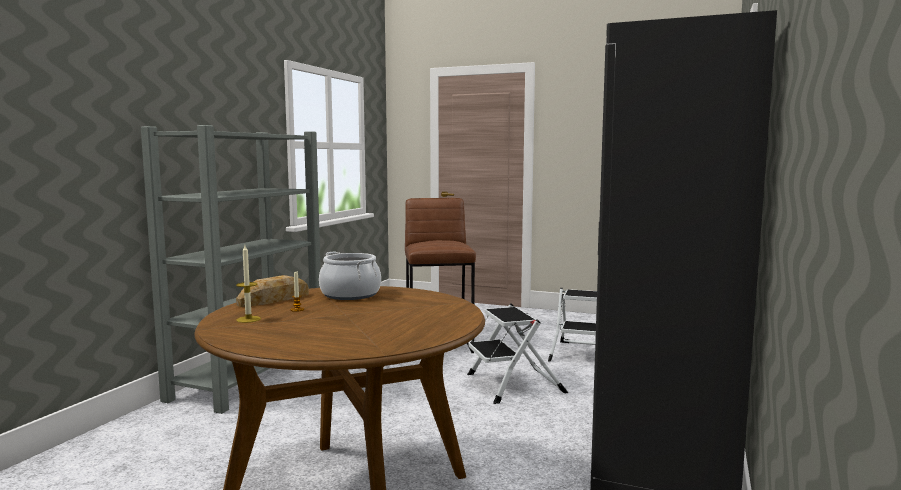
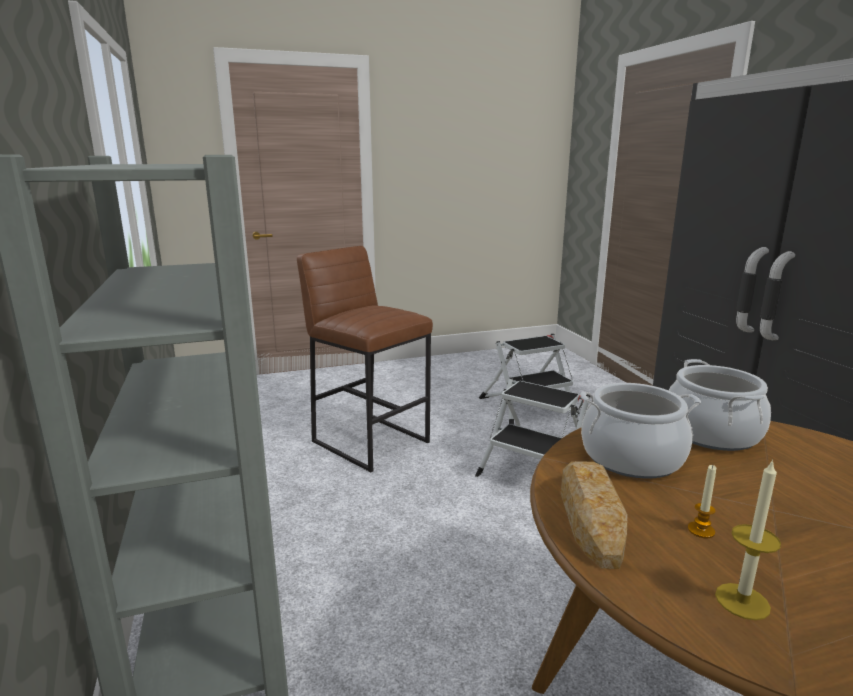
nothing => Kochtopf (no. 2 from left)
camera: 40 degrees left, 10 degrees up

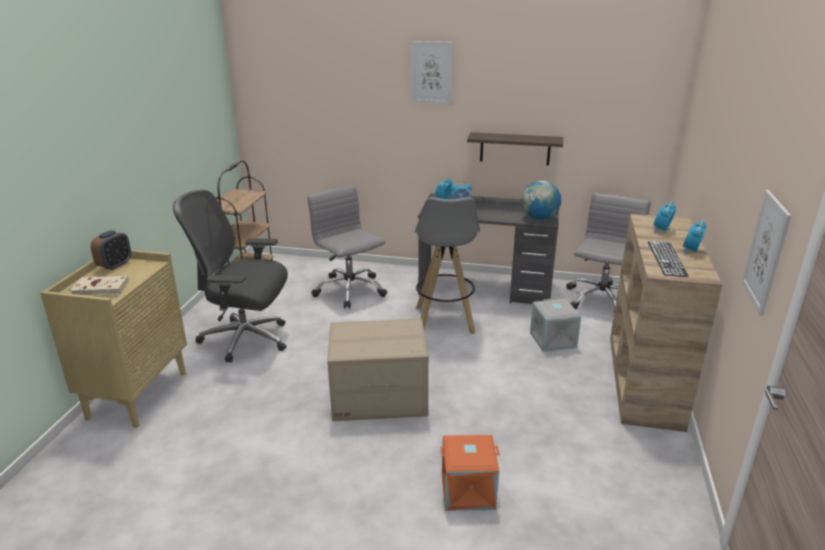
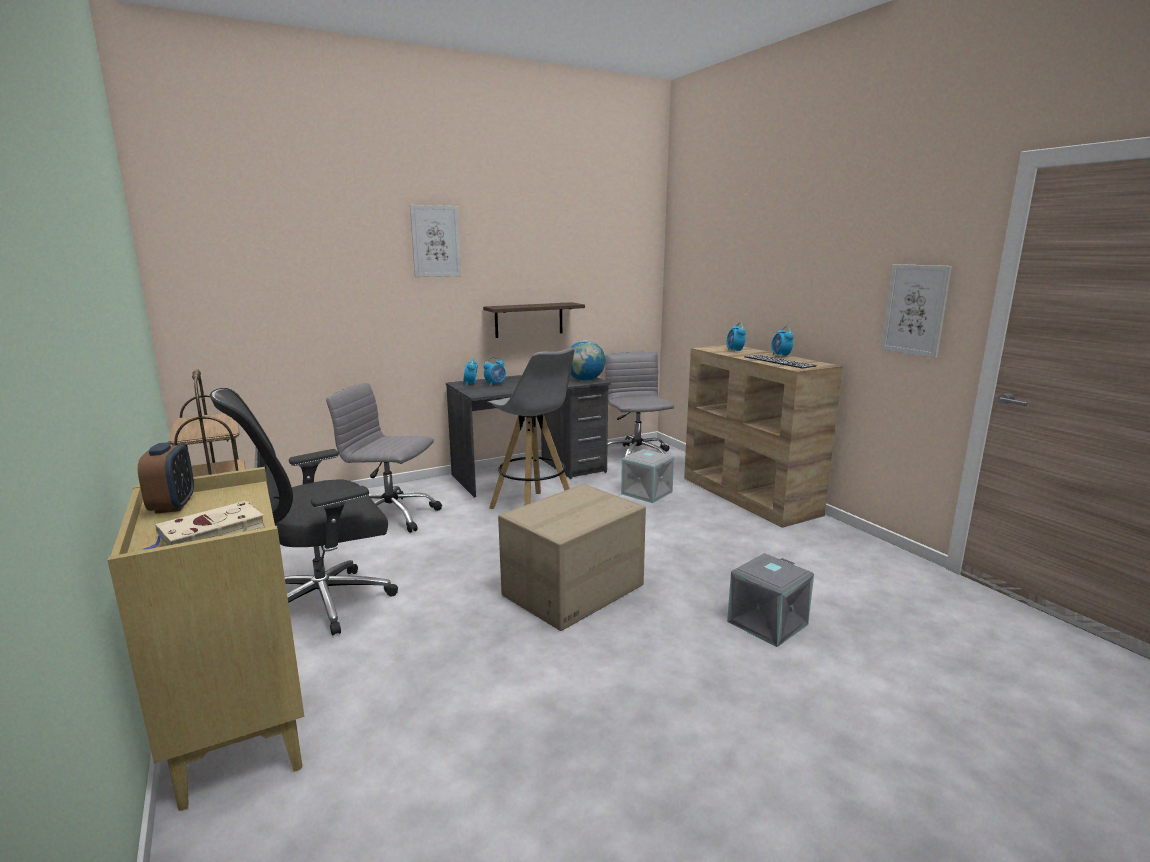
Aufbewahrungsbox/orange => Aufbewahrungsbox/grau (no. 2 from left)
camera: 40 degrees left, 10 degrees down

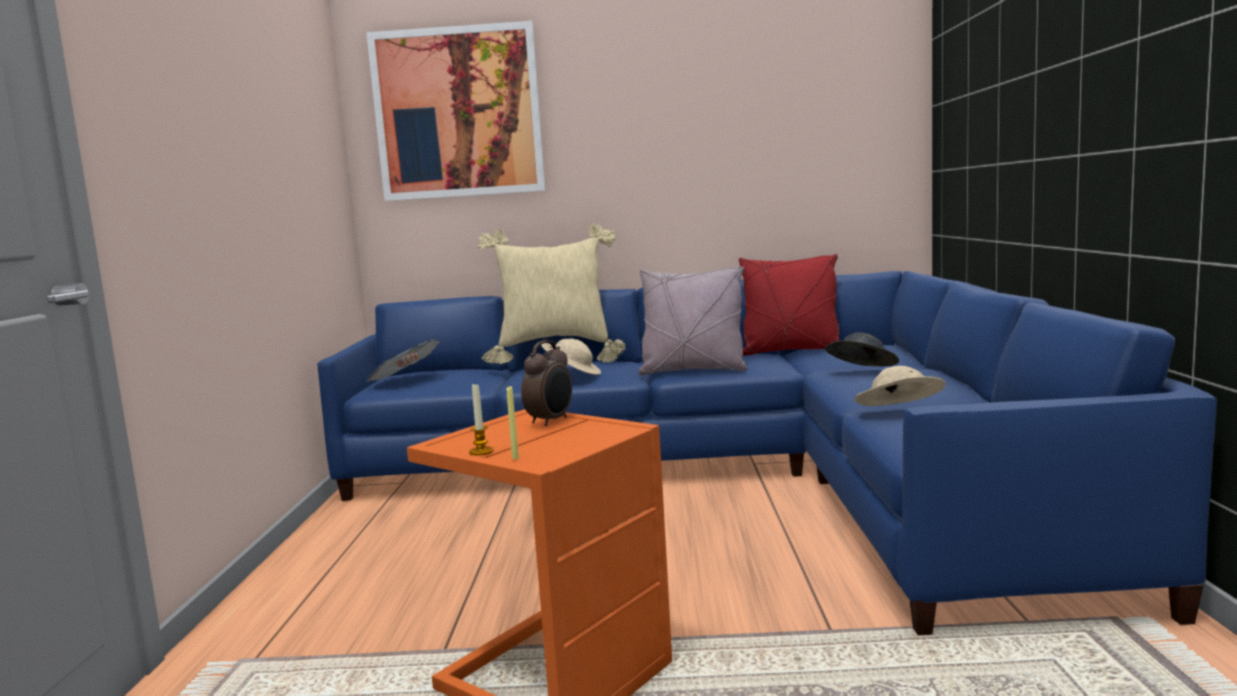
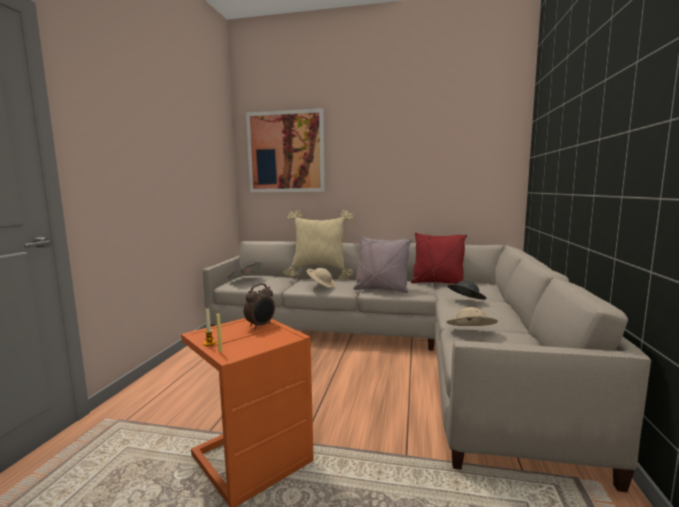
Sofa/blau => Sofa/beige
camera: 10 degrees right, 0 degrees up

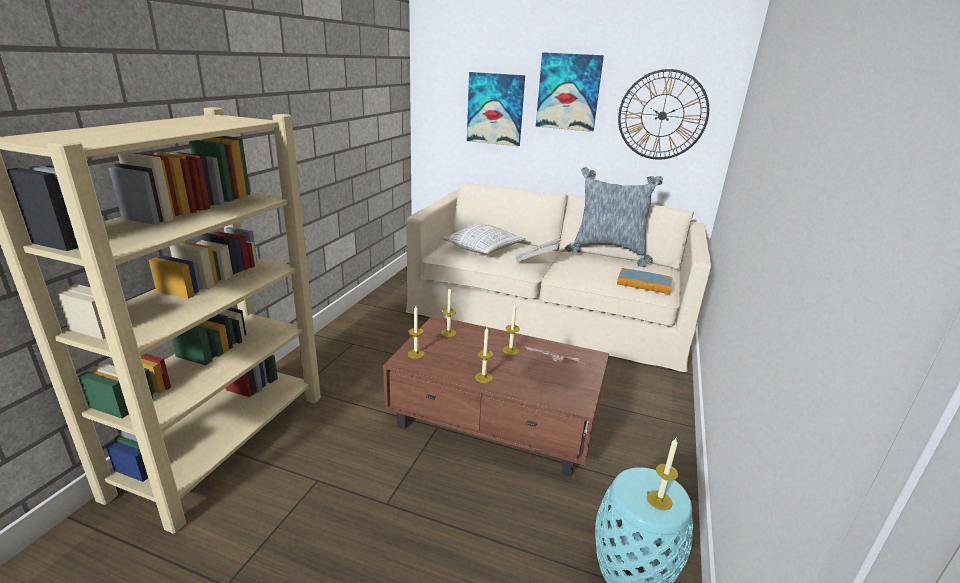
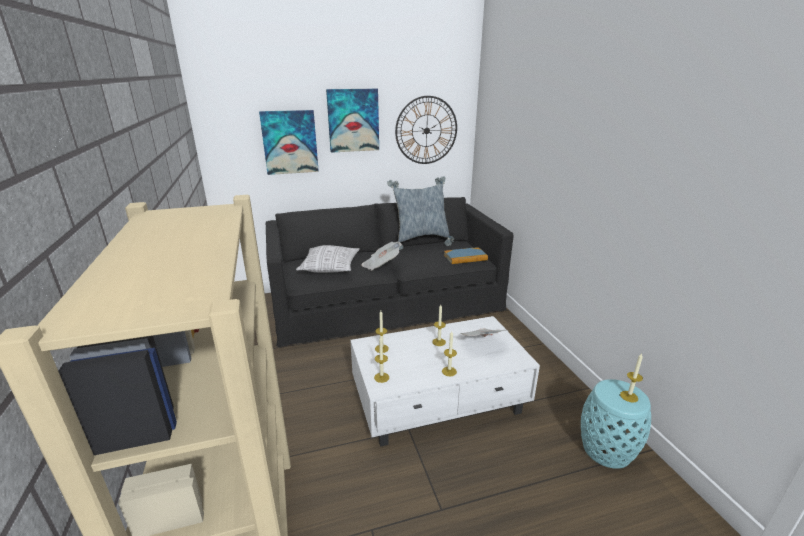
Sofa/beige => Sofa/schwarz
Couchtisch/braun => Couchtisch/weiß
camera: 35 degrees left, 0 degrees up

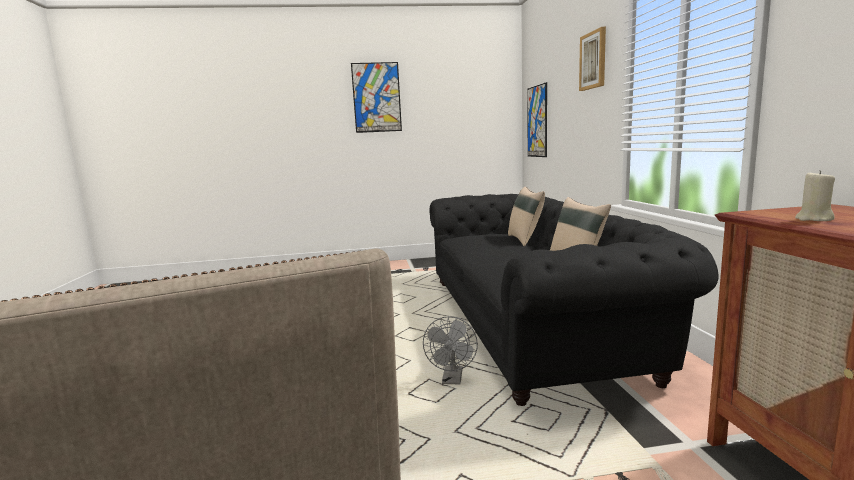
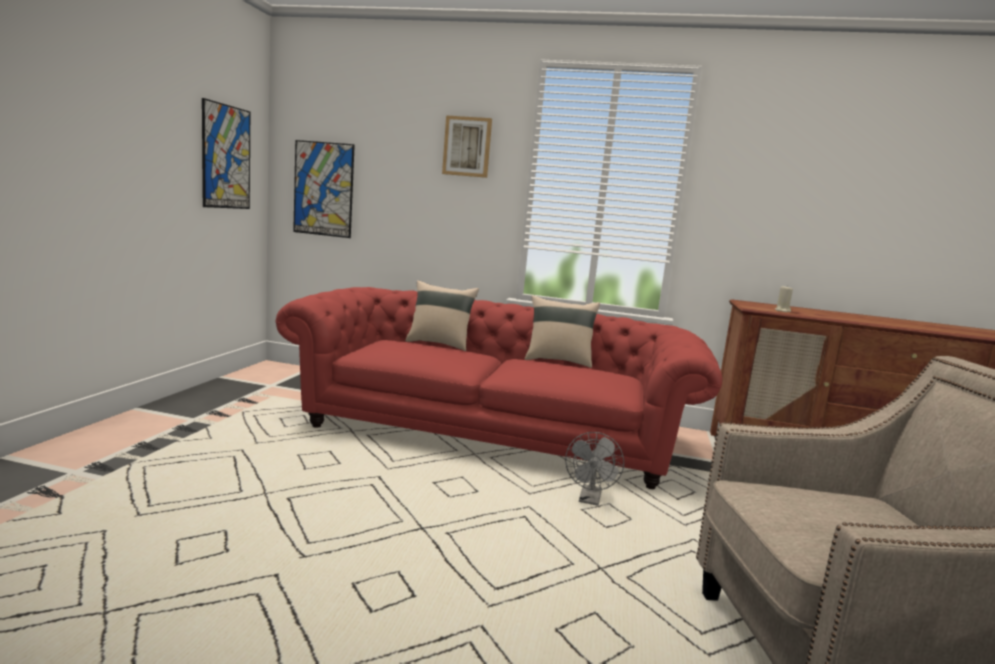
Bild (no. 1 from left), shifted
Sofa/schwarz => Sofa/rot
Ventilator/grau, 75 degrees clockwise
camera: 70 degrees left, 0 degrees up

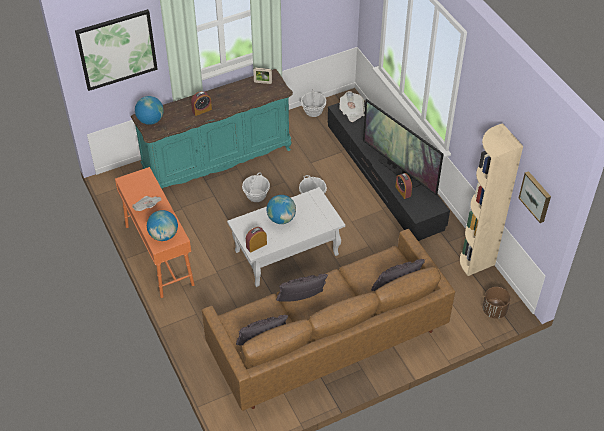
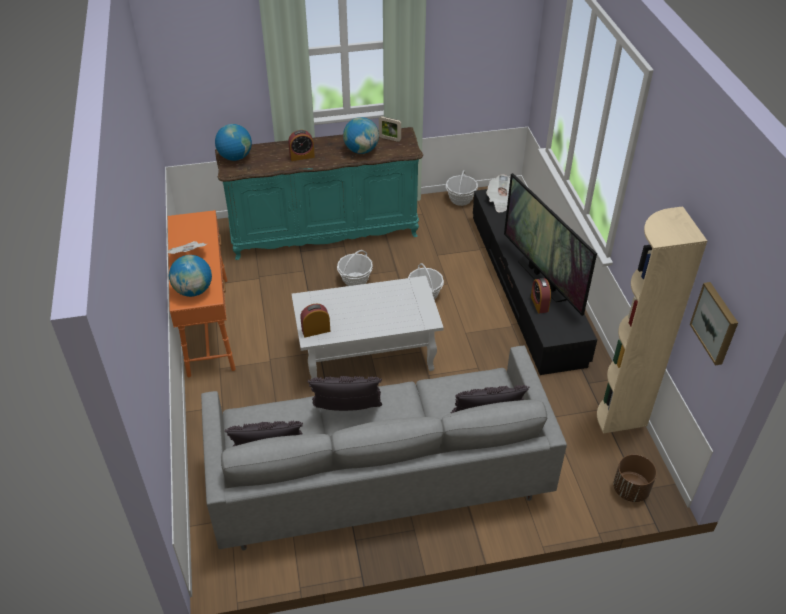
Sofa/braun => Sofa/grau
Globus (no. 3 from left), shifted
Bild (no. 1 from left) => nothing
camera: 15 degrees right, 5 degrees down

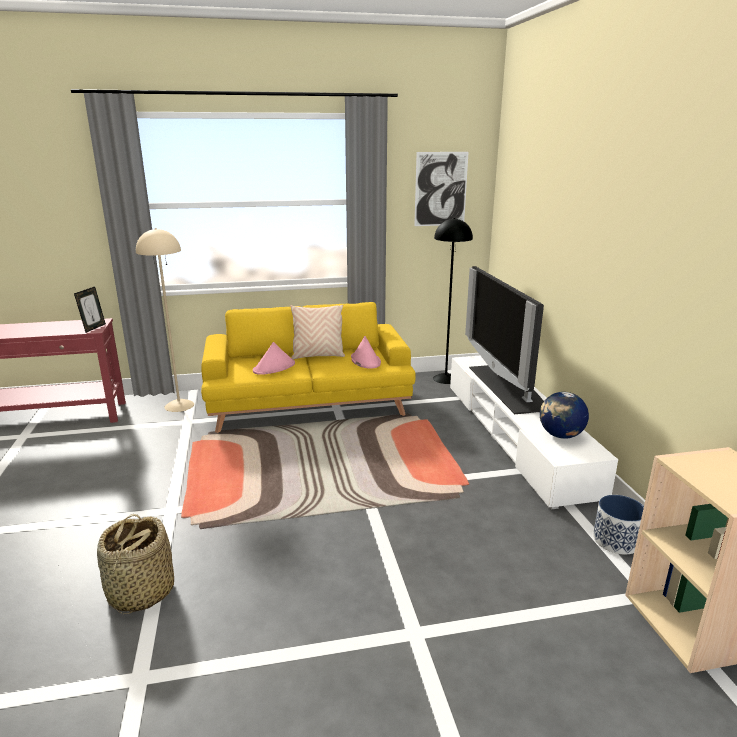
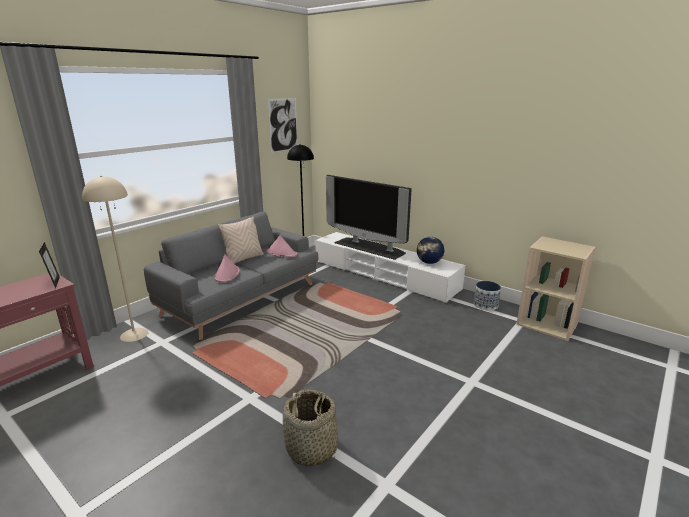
Sofa/gelb => Sofa/grau
camera: 40 degrees left, 0 degrees up

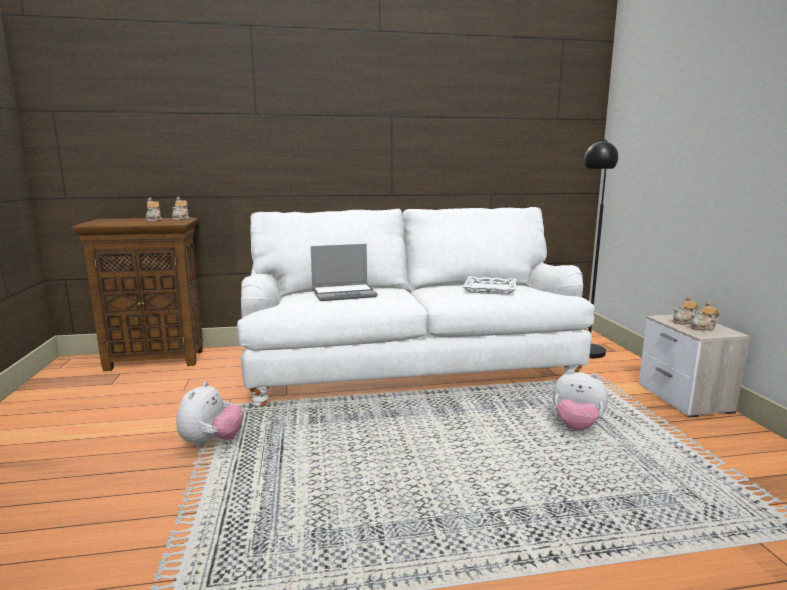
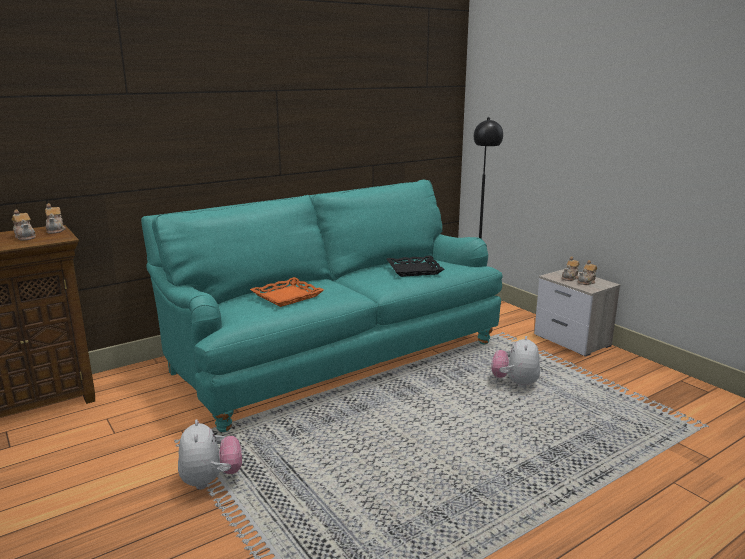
Sofa/weiß => Sofa/türkis
Laptop => Tablett/orange
Tablett/weiß => Tablett/schwarz
Plüschtier (no. 2 from left), 105 degrees clockwise
camera: 25 degrees left, 5 degrees up

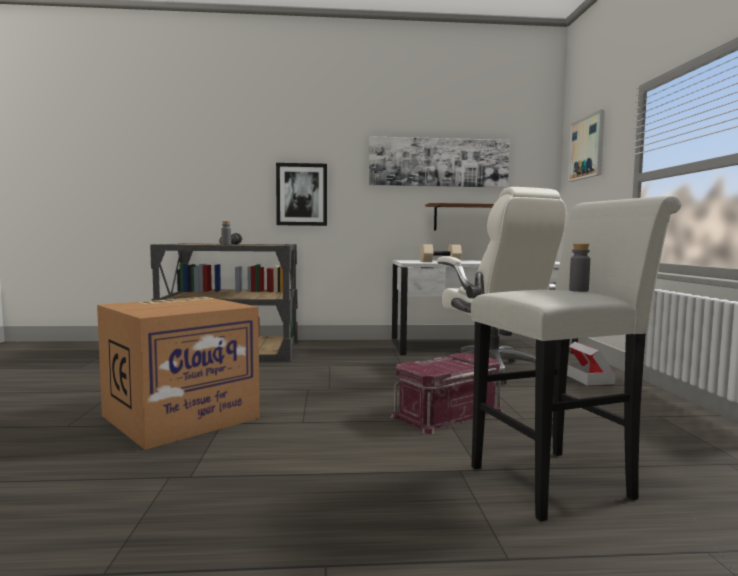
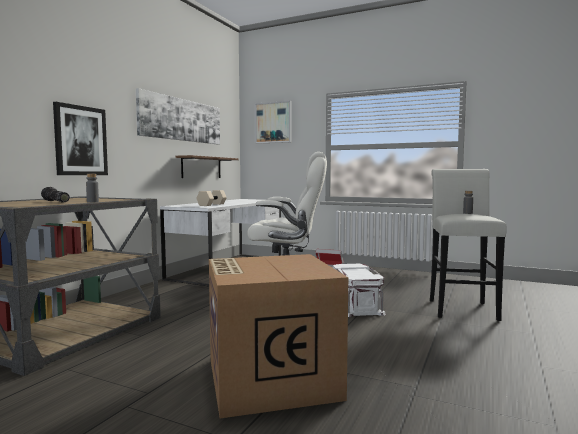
Aufbewahrungsbox/rot => Aufbewahrungsbox/weiß
camera: 60 degrees left, 0 degrees up

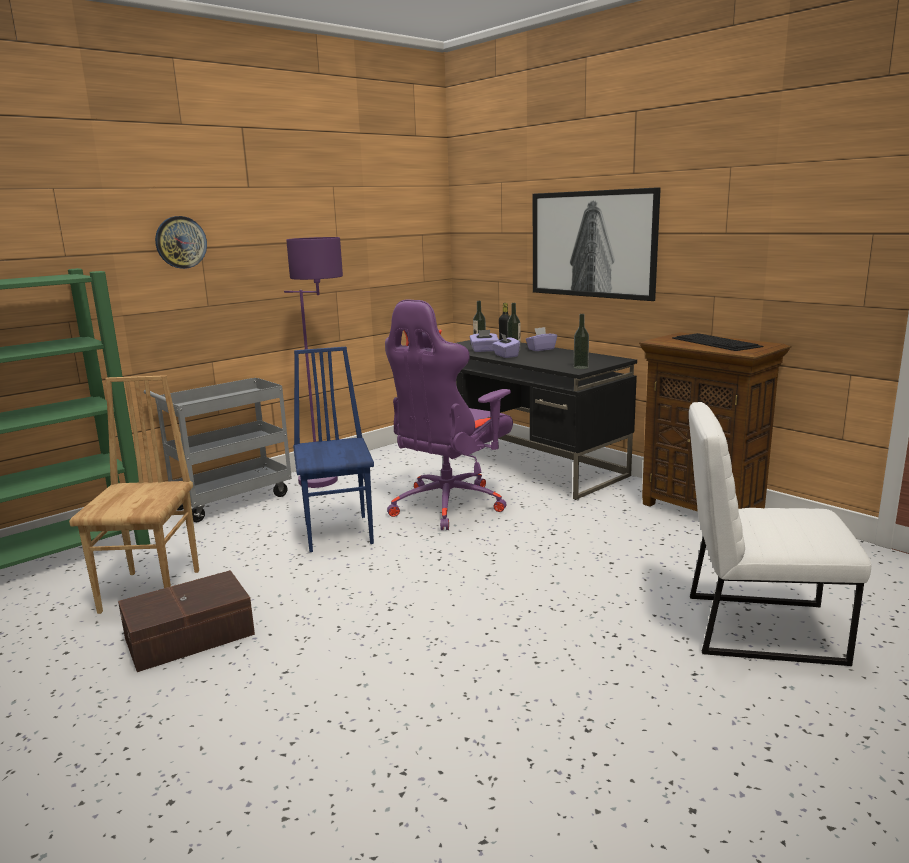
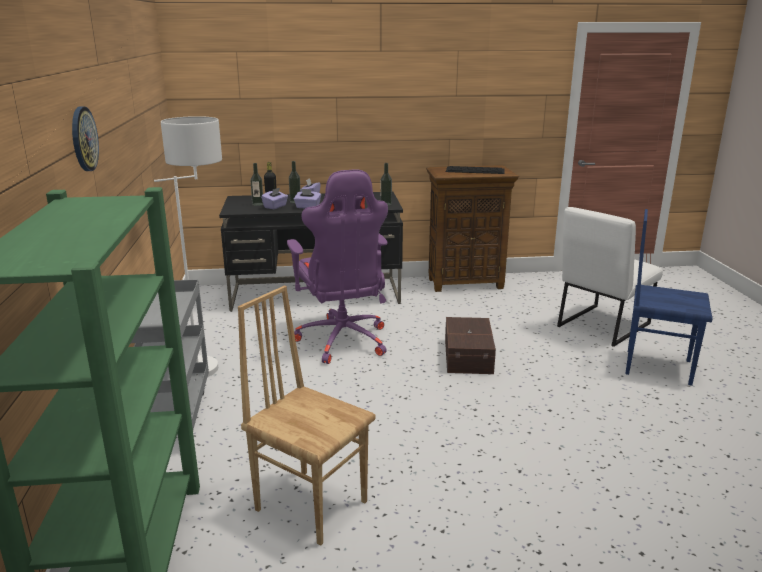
Stehlampe/lila => Stehlampe/weiß
Aufbewahrungsbox/braun, shifted
Stuhl/blau, shifted
Bild => nothing
camera: 55 degrees left, 5 degrees up

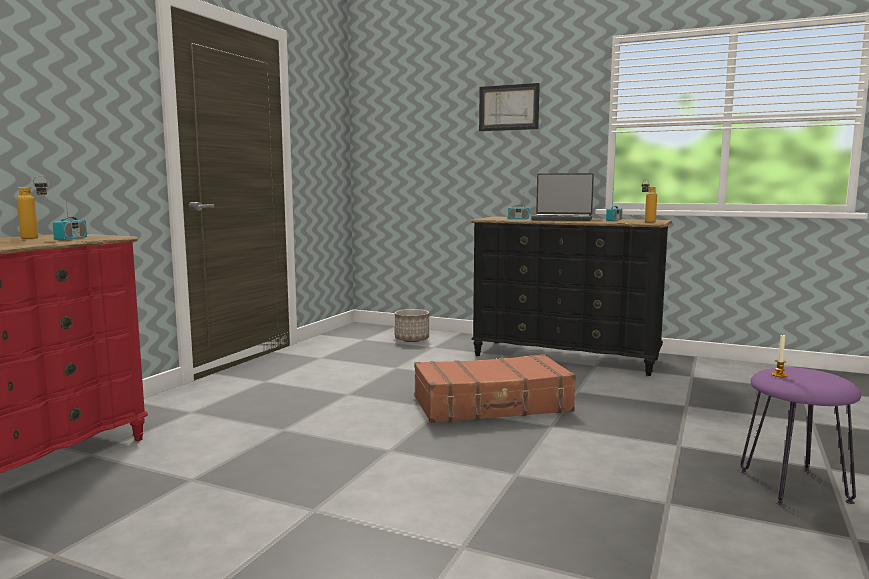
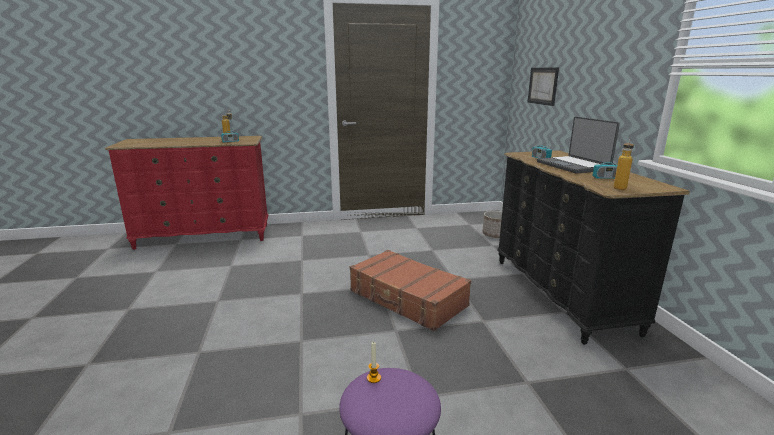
Bild, shifted
camera: 55 degrees right, 10 degrees up

